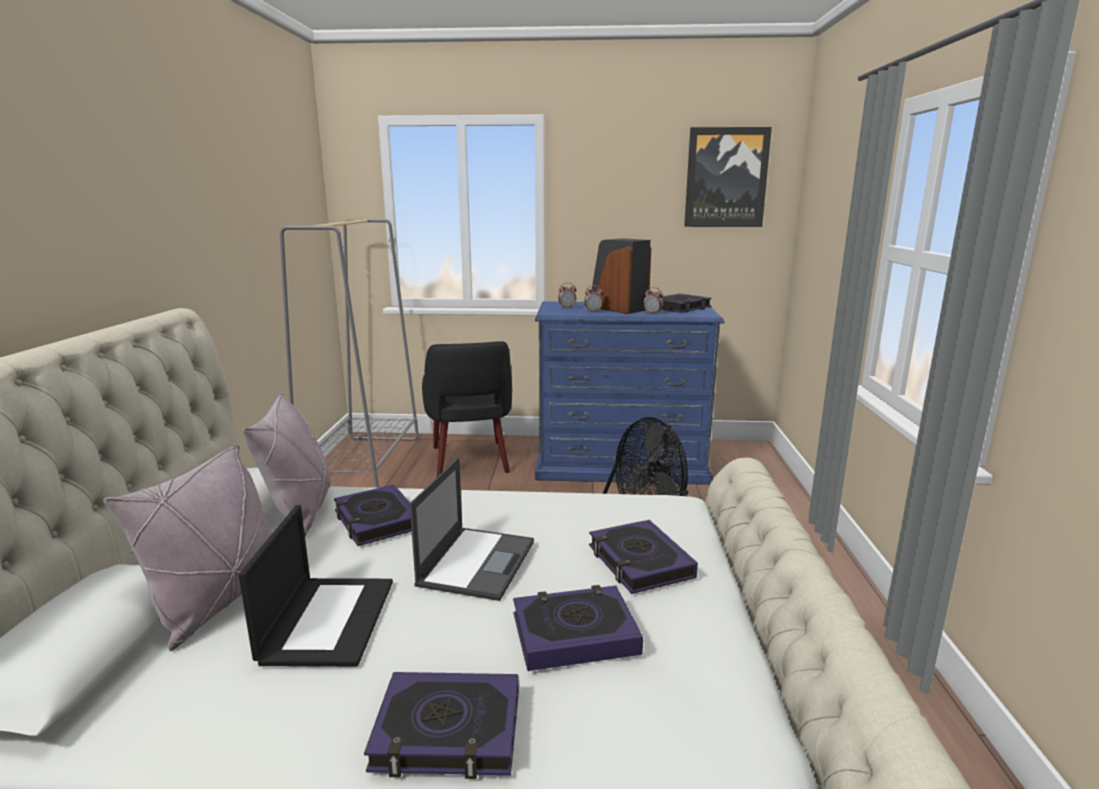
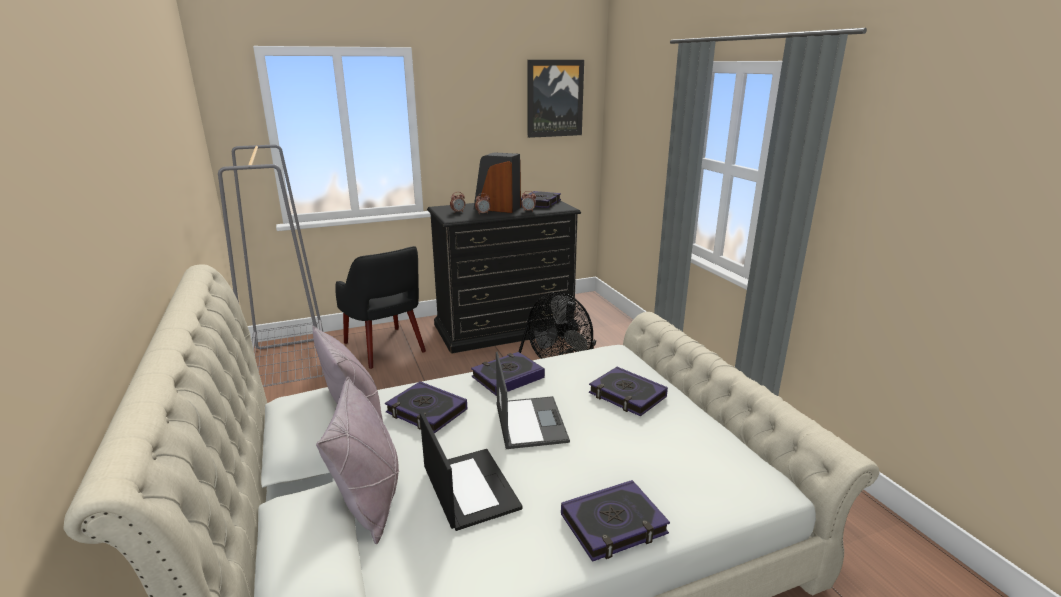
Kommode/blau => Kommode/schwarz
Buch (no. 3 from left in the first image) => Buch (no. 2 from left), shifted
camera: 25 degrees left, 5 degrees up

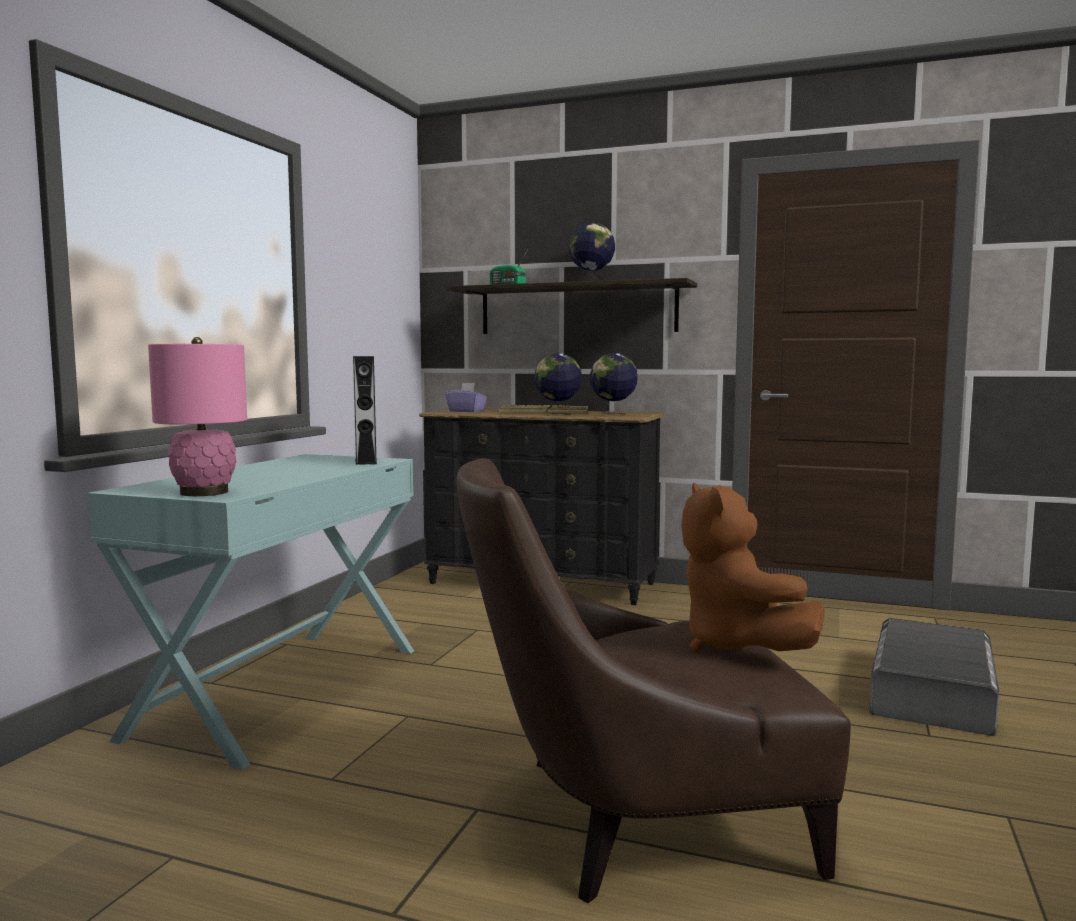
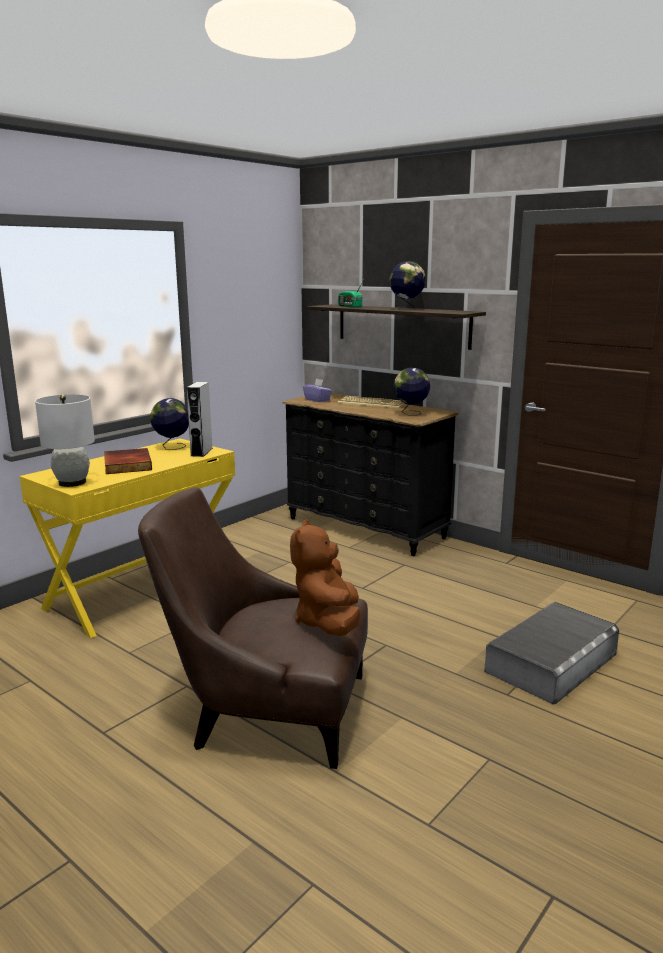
Schreibtisch/türkis => Schreibtisch/gelb
Tischlampe/rosa => Tischlampe/weiß
nothing => Buch
Globus (no. 1 from left), shifted
camera: 20 degrees right, 10 degrees up

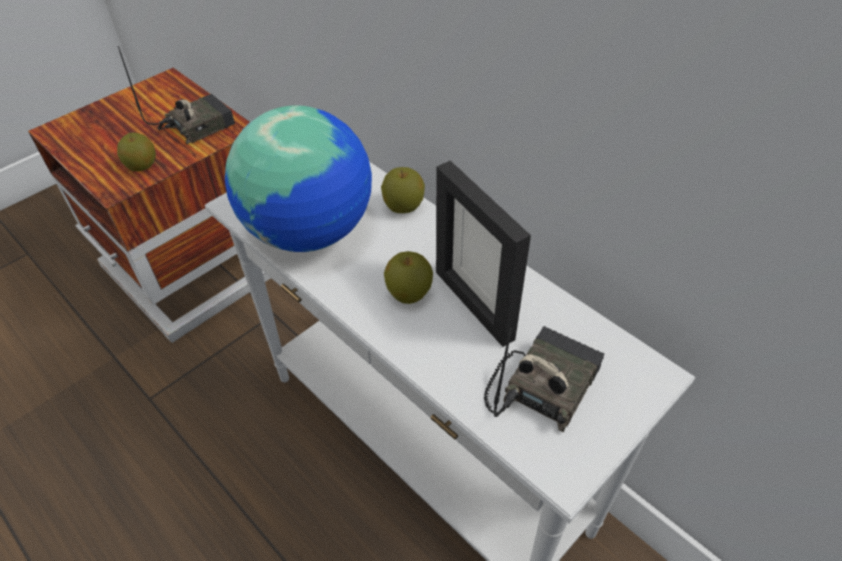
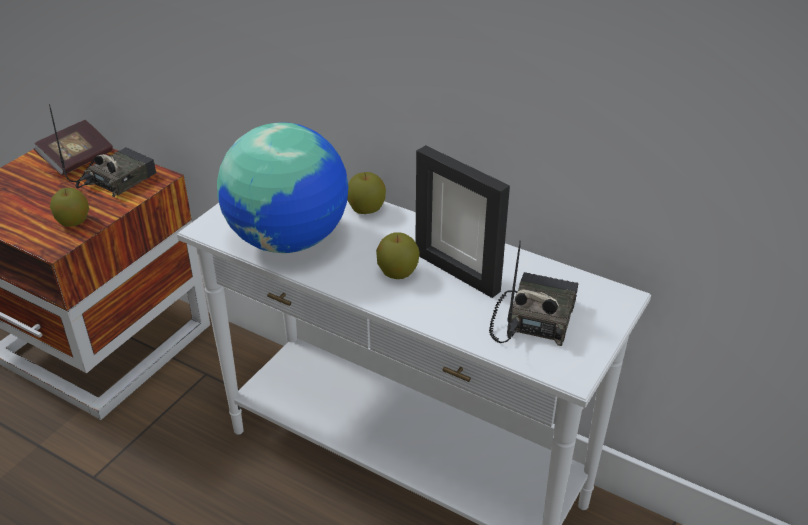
nothing => Buch
camera: 15 degrees left, 10 degrees down

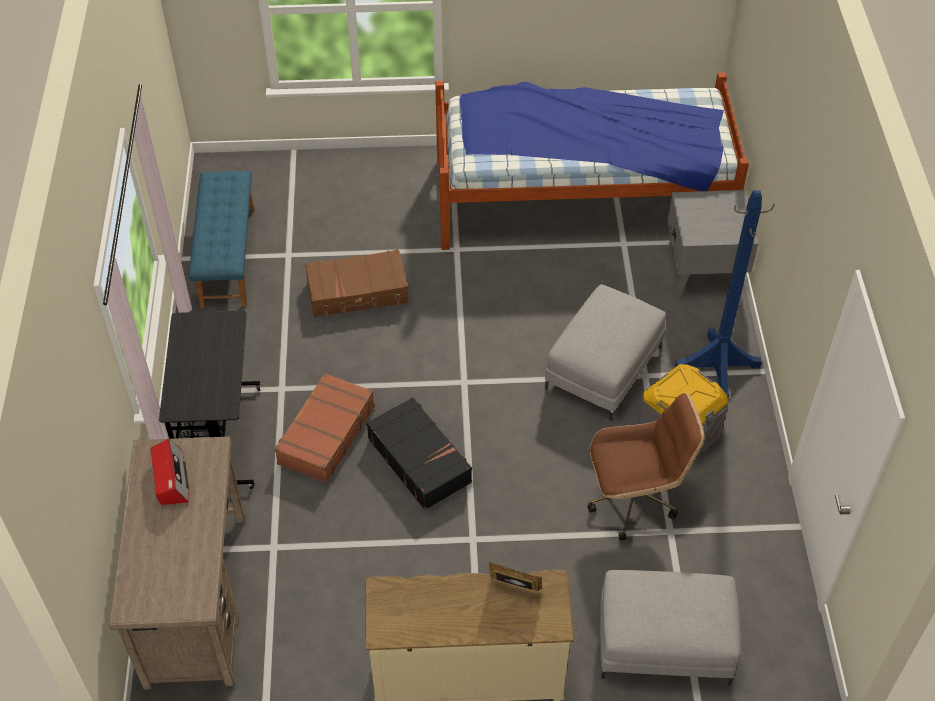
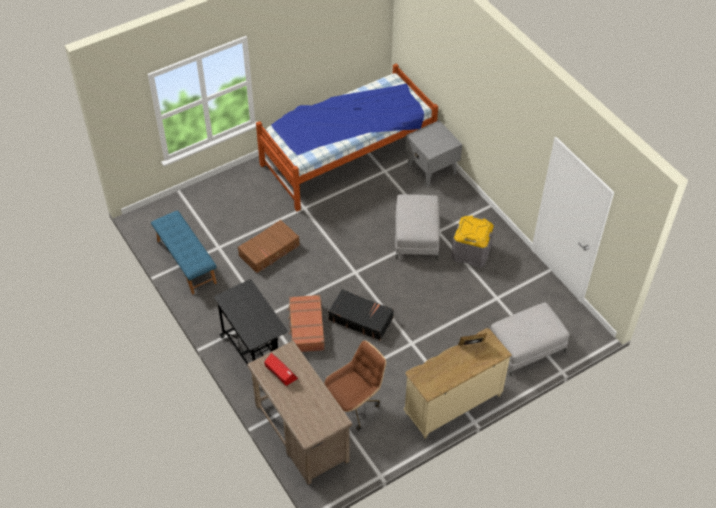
Bürostuhl/braun, shifted
Kleiderständer/blau => nothing
camera: 30 degrees left, 0 degrees up

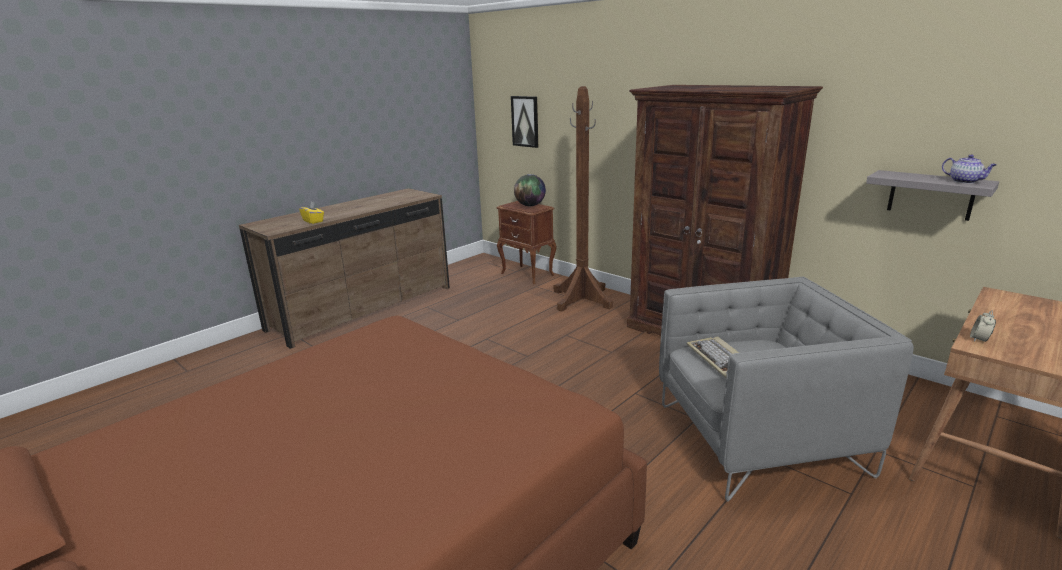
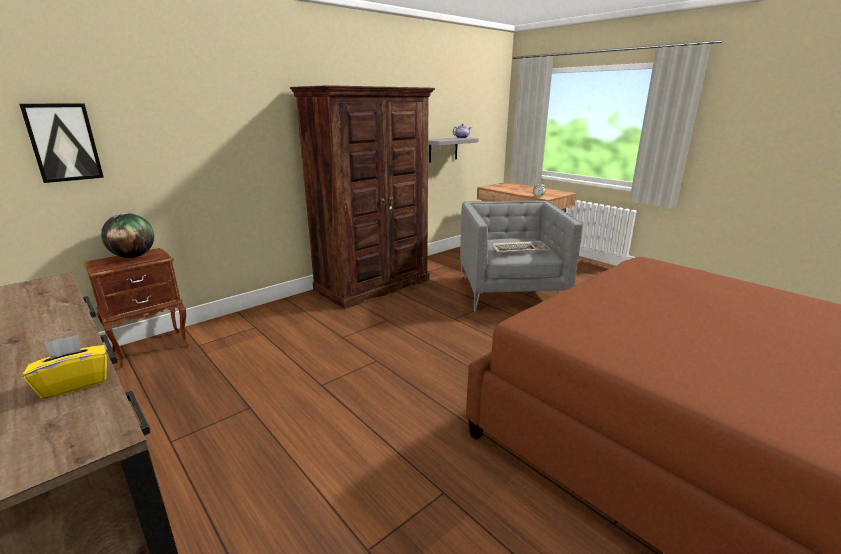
Kleiderständer/braun => nothing
camera: 85 degrees left, 0 degrees up

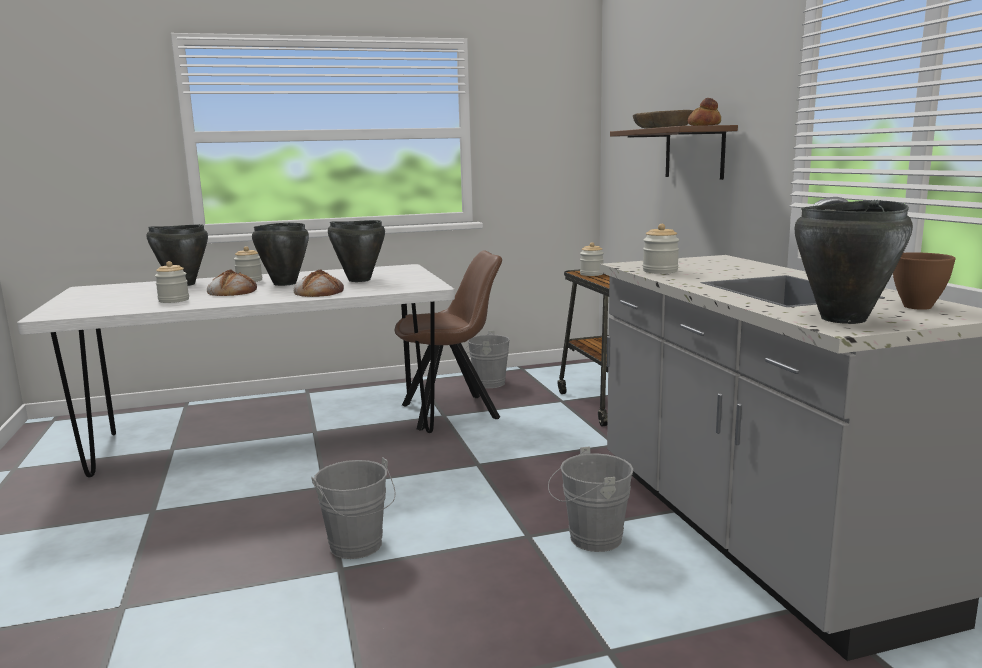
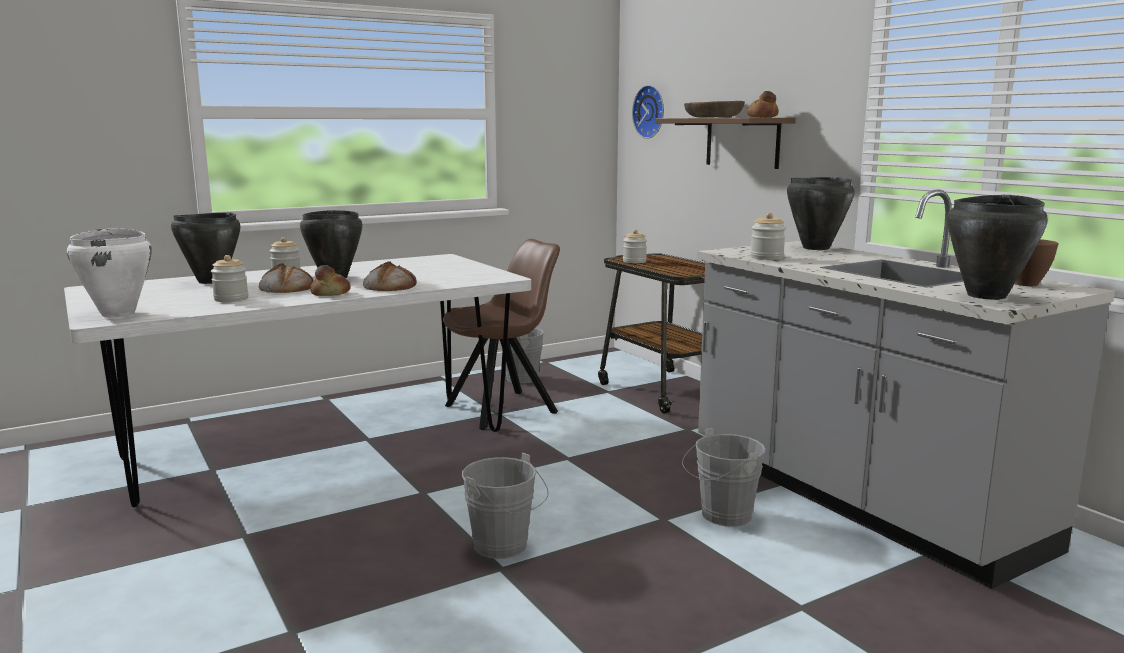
nothing => Kochtopf/weiß
nothing => Brot (no. 2 from left)
nothing => Wanduhr
Kochtopf/schwarz (no. 3 from left), shifted
camera: 15 degrees left, 0 degrees up

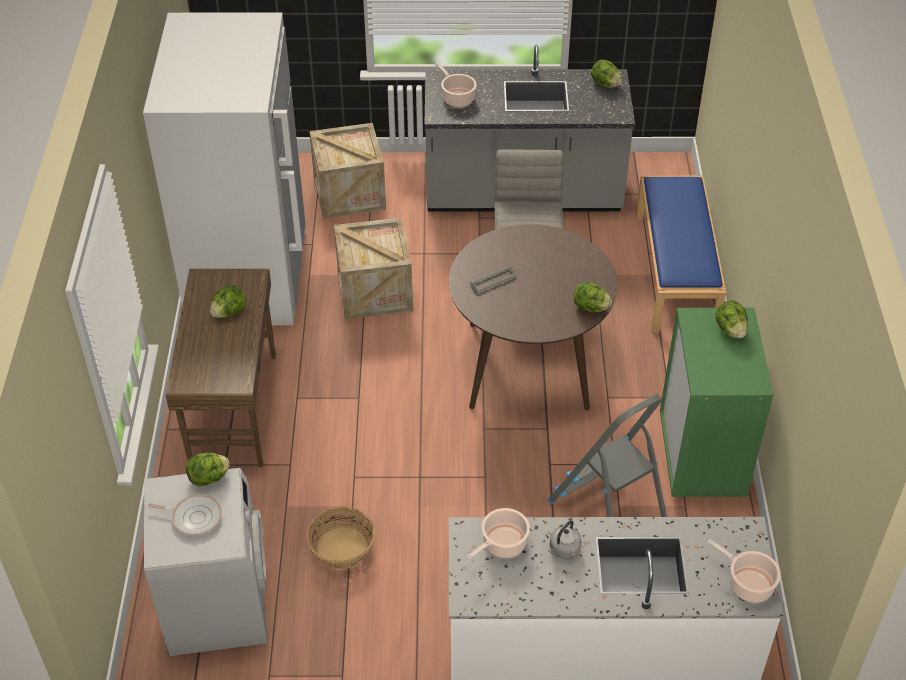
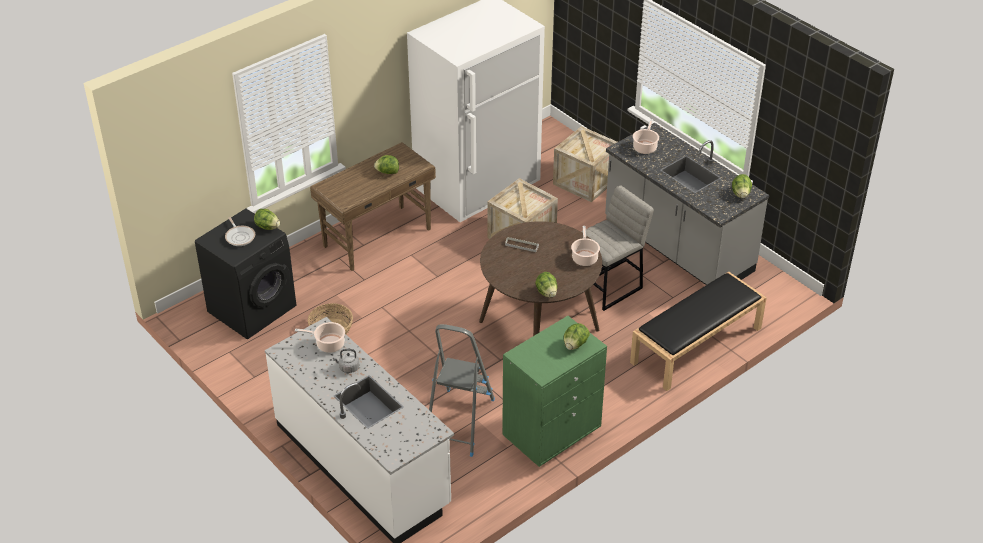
Waschmaschine/weiß => Waschmaschine/schwarz
Kochtopf (no. 3 from left in the first image) => Kochtopf (no. 2 from left), shifted
Bank/blau => Bank/schwarz
camera: 50 degrees right, 5 degrees down

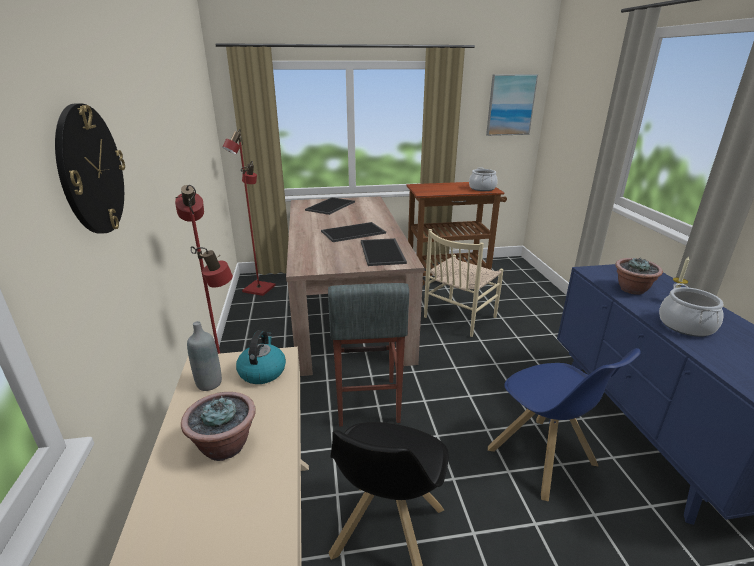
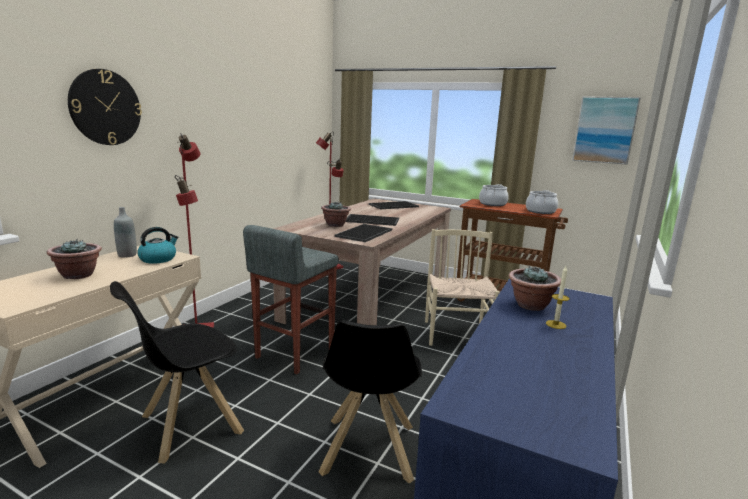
Stuhl/blau => Stuhl/schwarz (no. 2 from left)
nothing => Topfpflanze (no. 2 from left)
Stuhl/beige, 105 degrees clockwise
Kochtopf (no. 2 from left in the first image) => Kochtopf (no. 1 from left), shifted
camera: 35 degrees right, 10 degrees down

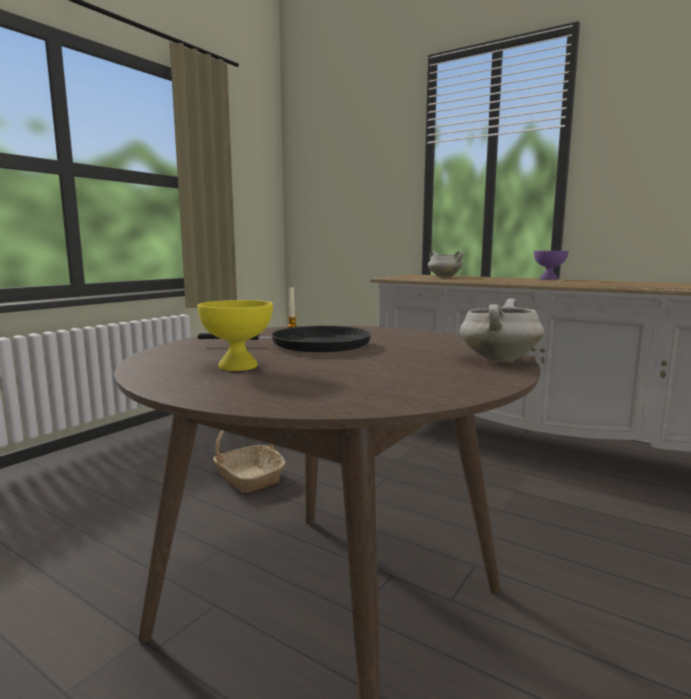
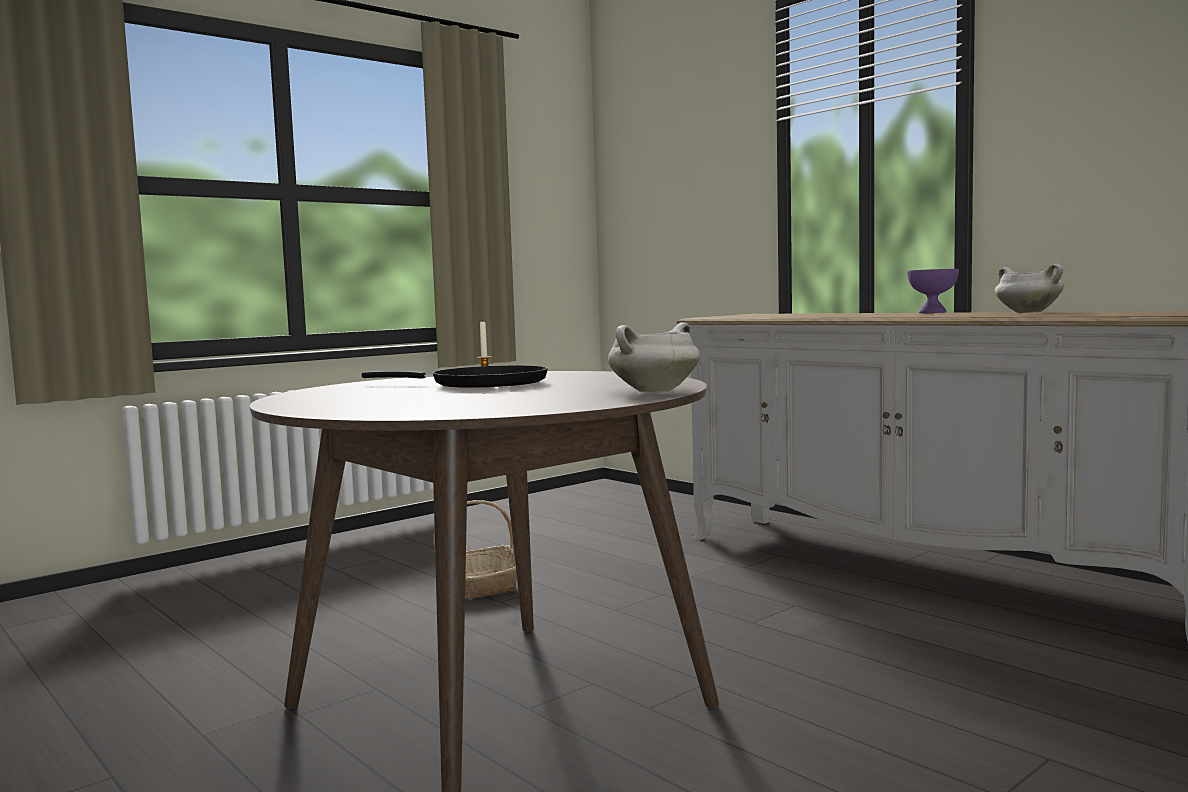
Kochtopf/weiß (no. 1 from left in the first image) => Kochtopf/weiß (no. 2 from left), shifted
Schüssel/gelb => nothing
camera: 15 degrees right, 5 degrees down

